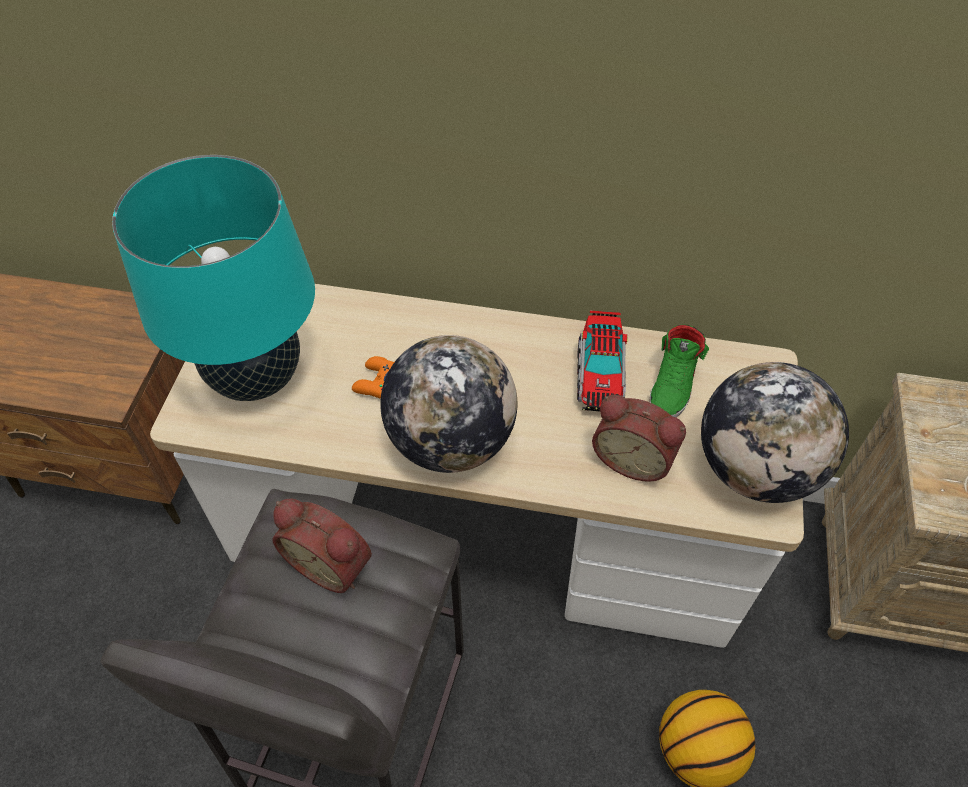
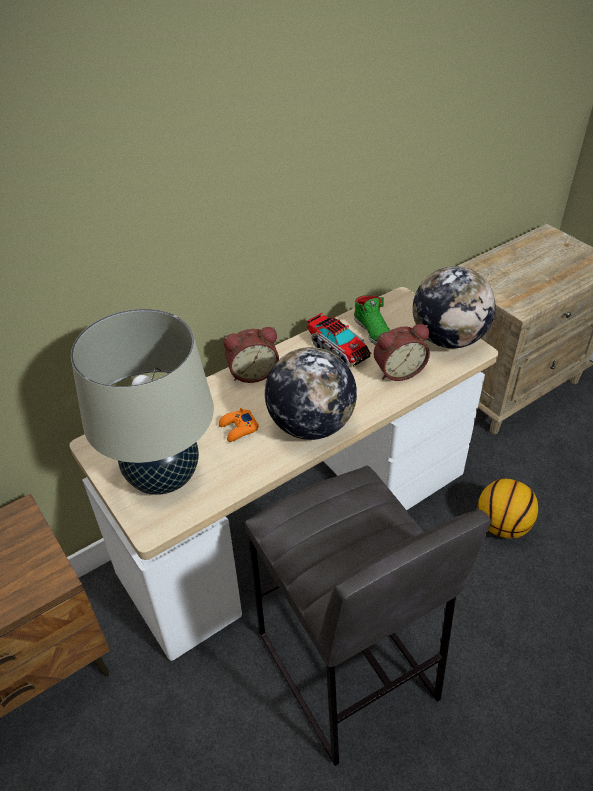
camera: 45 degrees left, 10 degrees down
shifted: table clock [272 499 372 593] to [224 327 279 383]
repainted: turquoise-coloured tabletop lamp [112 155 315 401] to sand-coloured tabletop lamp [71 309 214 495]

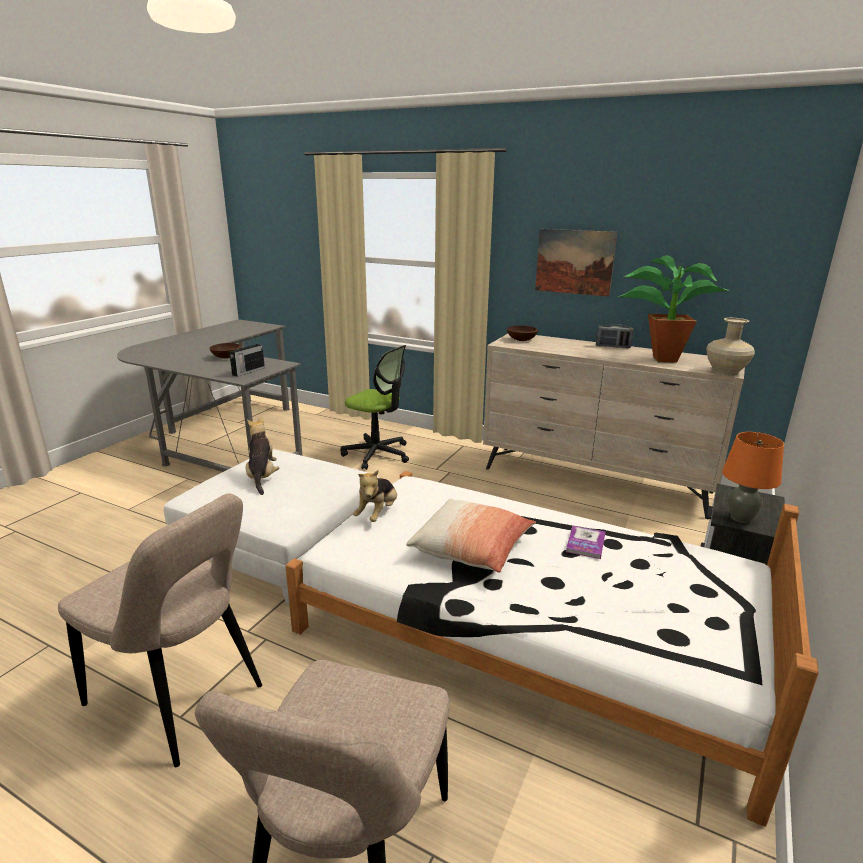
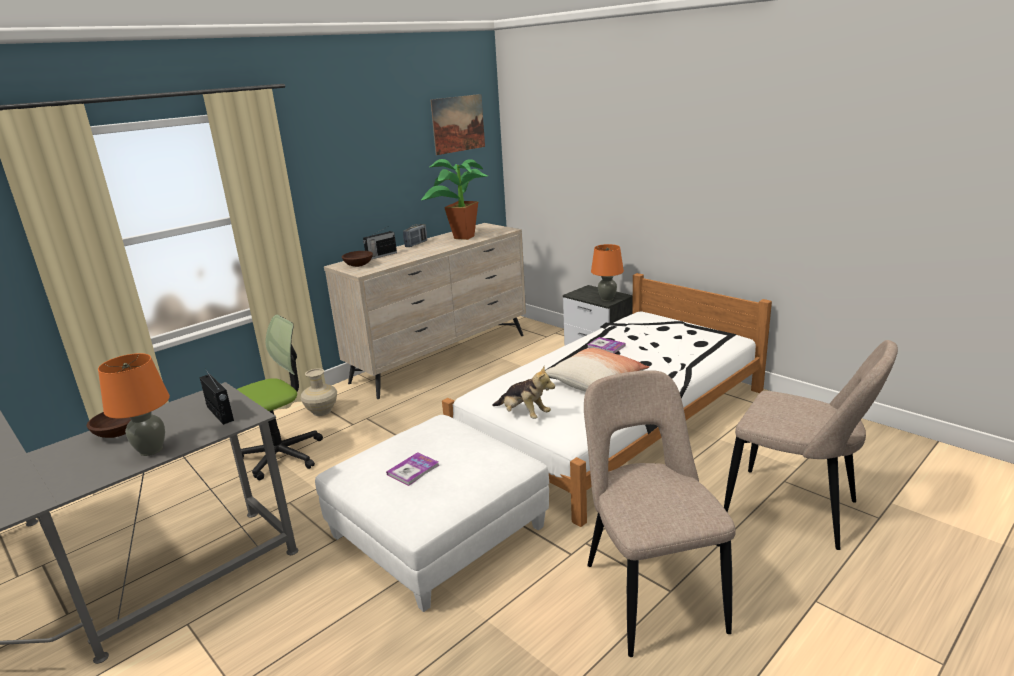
camera: 70 degrees left, 0 degrees up
new: orangey tabletop lamp [98 353 170 456]; radio receiver [363 227 397 260]
shifted: picture [535 229 617 297] to [430 94 485 155]; sand-coloured decorative vase [706 318 755 376] to [300 368 337 416]
swapped: soft toy [246 417 280 495] to bound book [386 452 439 486]
rotated: sand-coloured chair [58 493 262 767] = [584 370 736 657] 60 degrees counterclockwise

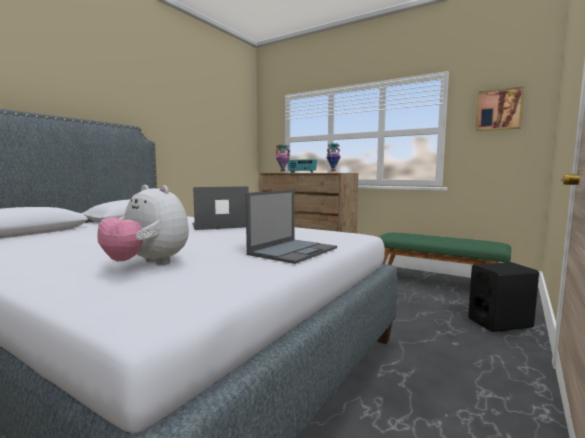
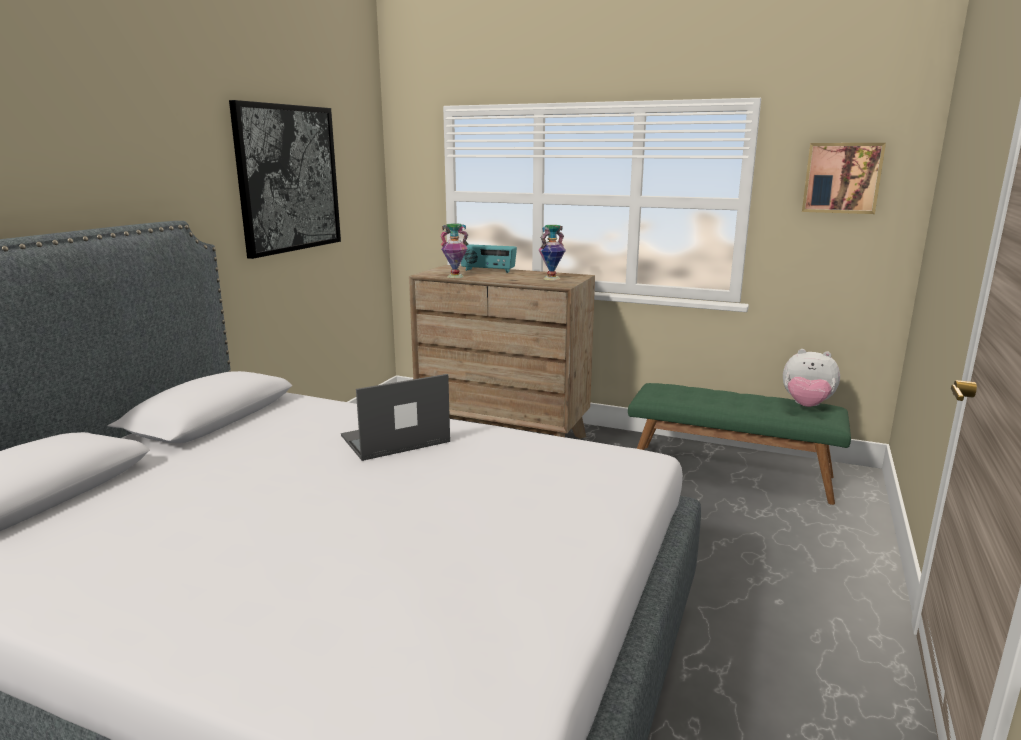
camera: 10 degrees left, 10 degrees up
gone: portable computer [246 190 337 264]; black-coloured loudspeaker [468 262 539 332]
new: picture [229 100 341 259]
shifted: soft toy [97 185 189 265] to [783 349 840 407]

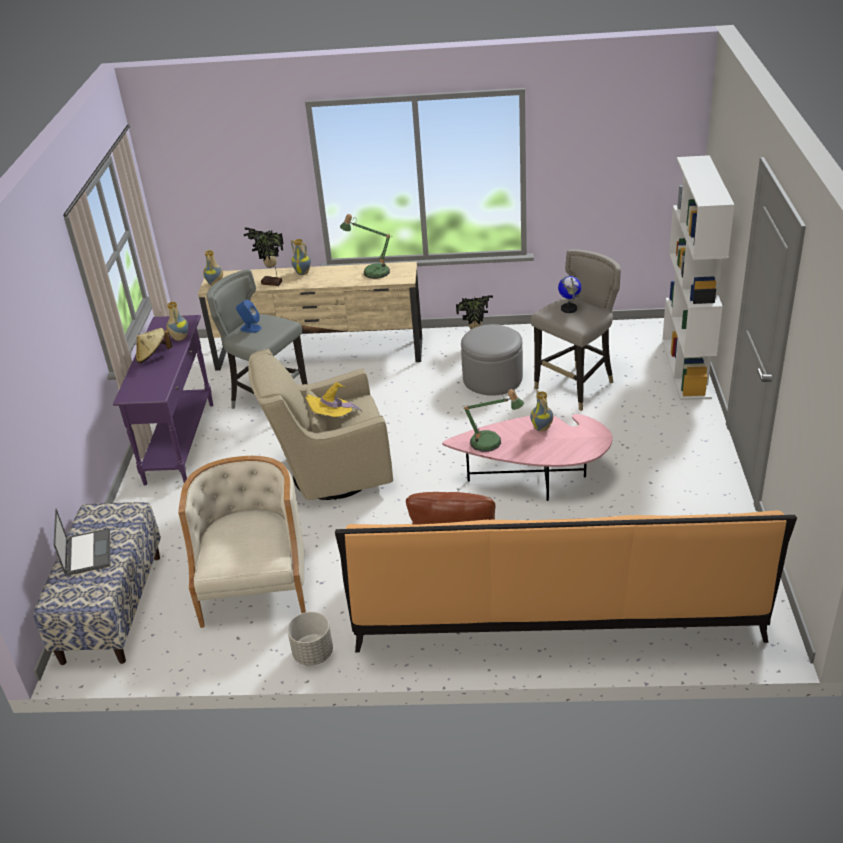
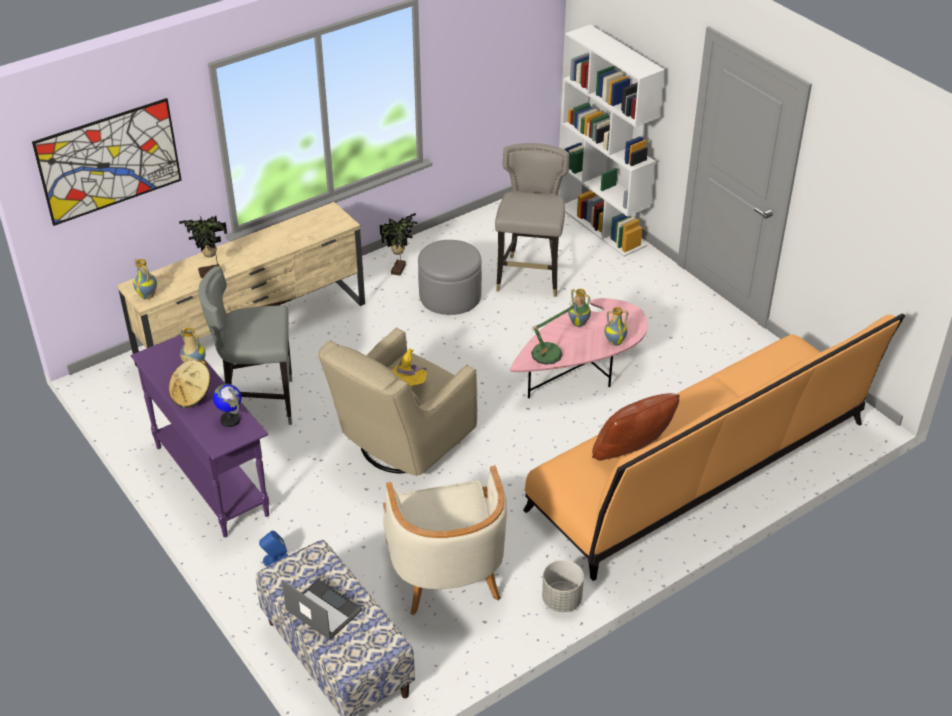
camera: 40 degrees left, 5 degrees up
gone: tabletop lamp [340 214 392 279]
new: picture [32 98 182 226]
shifted: blue-coloured loudspeaker [236 300 261 333] to [259 531 288 567]; decorative vase [291 239 311 275] to [604 307 628 346]; desk globe [558 276 581 313] to [213 384 241 427]
rotated: sand-coloured easy chair [178 456 306 628] = [383 465 507 616] 150 degrees counterclockwise

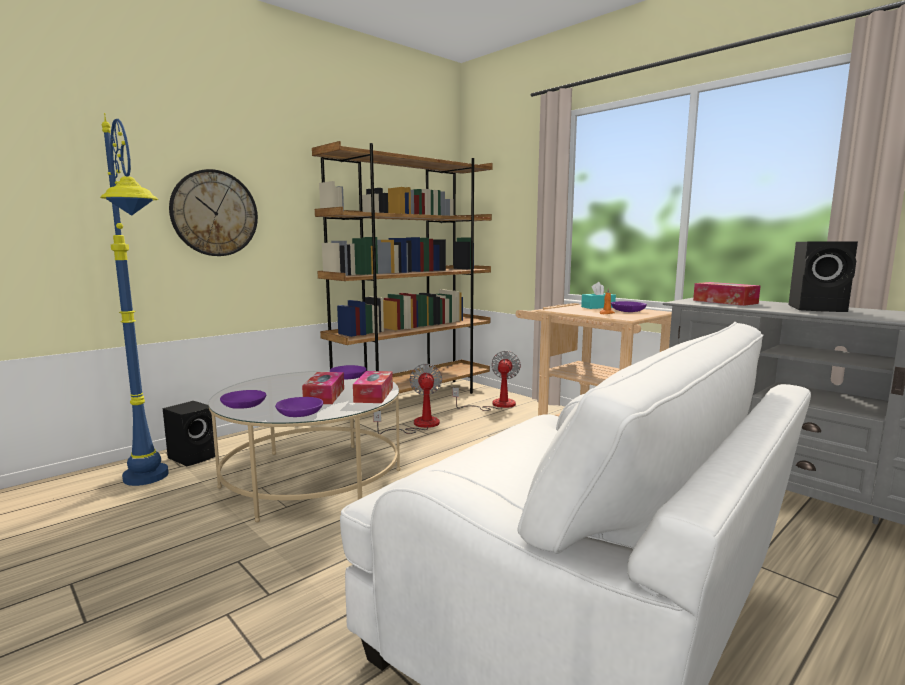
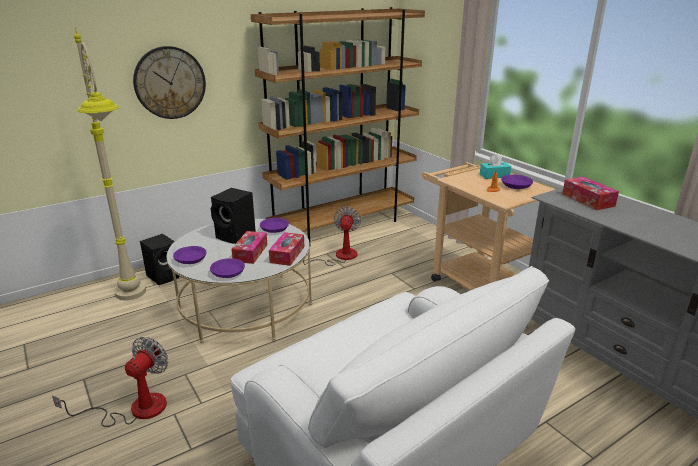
camera: 10 degrees right, 15 degrees up
shifted: fan [452 351 521 411] to [52 337 168 427]; black-coloured loudspeaker [788 241 858 312] to [211 188 256 244]
repainted: blue-coloured standard lamp [100 113 168 486] to sand-coloured standard lamp [74 27 146 301]

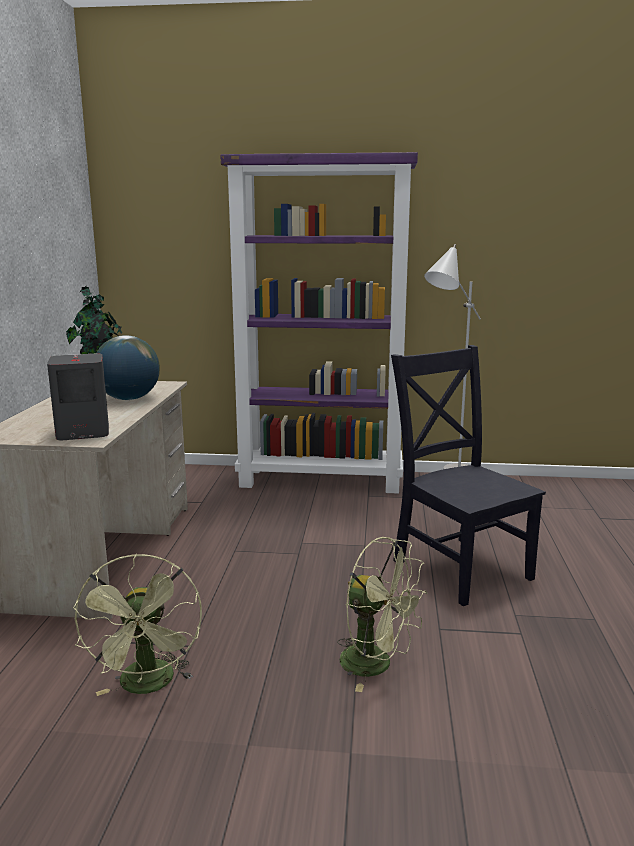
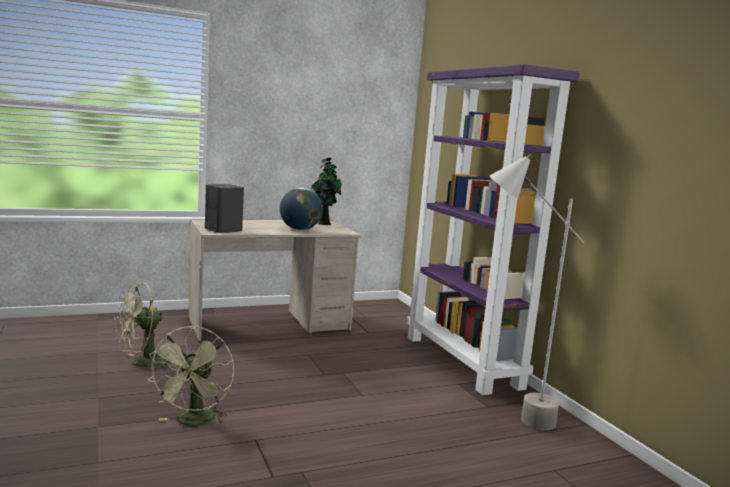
camera: 60 degrees right, 5 degrees down
gone: black-coloured chair [391 345 546 606]

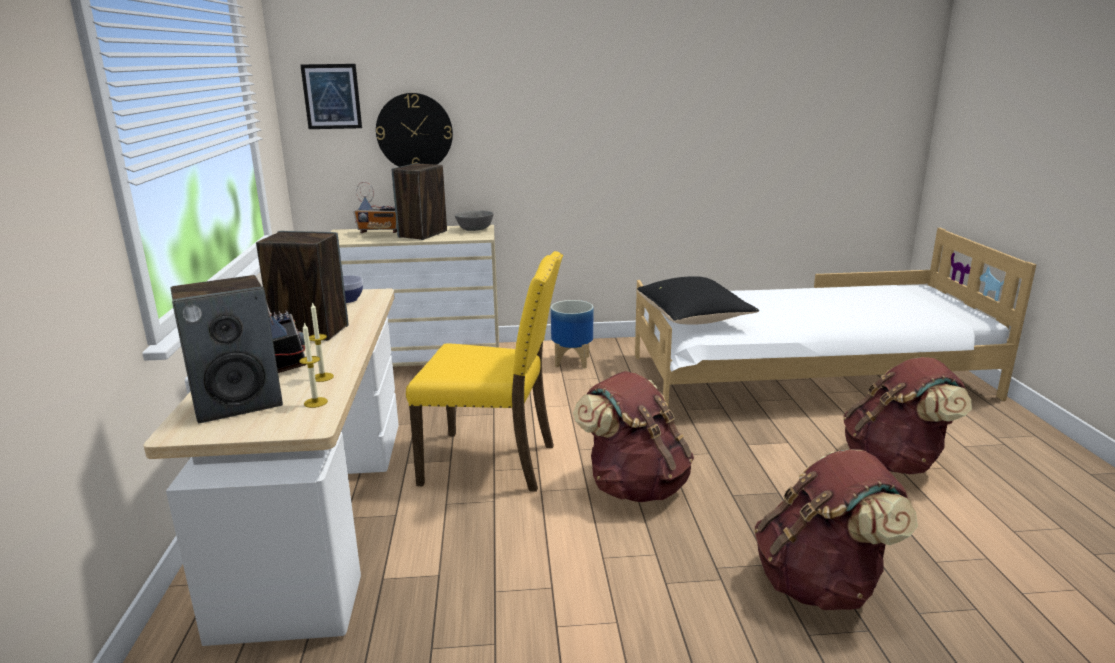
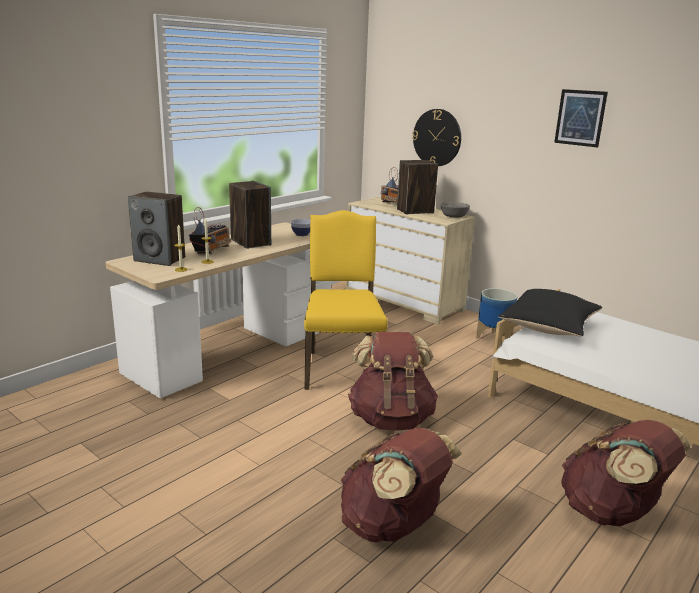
camera: 45 degrees right, 0 degrees up
shifted: picture [300 64 362 129] to [554 89 608 147]
rotated: yellow chair [406 251 563 492] = [304 210 388 390] 150 degrees counterclockwise

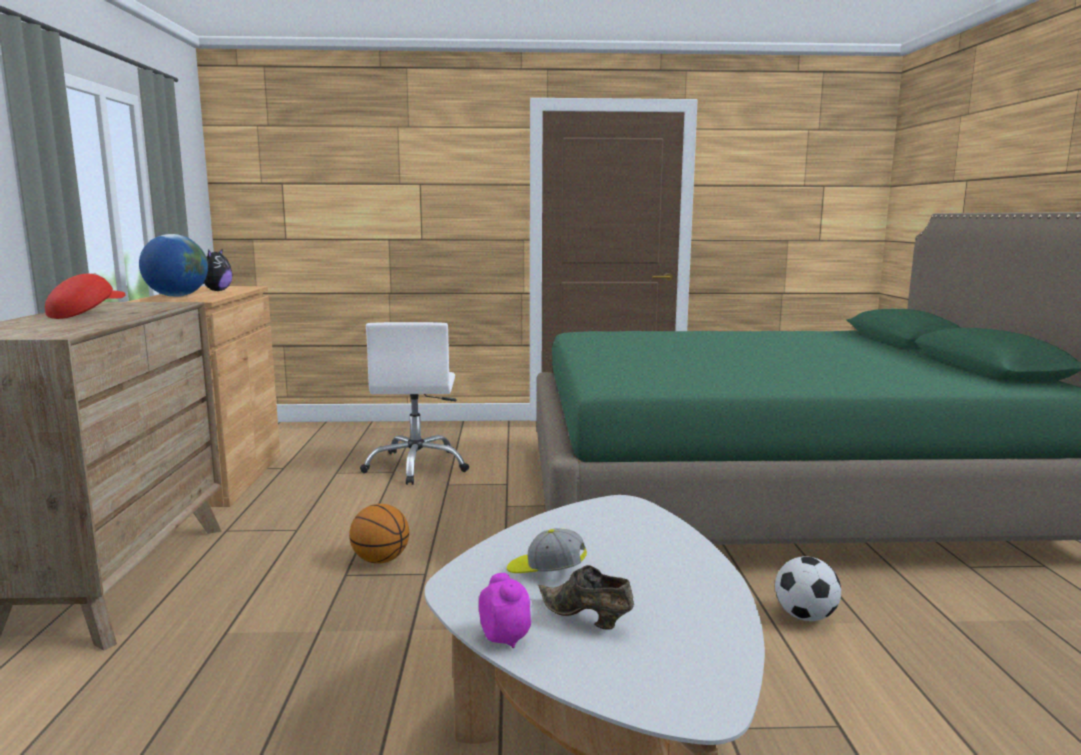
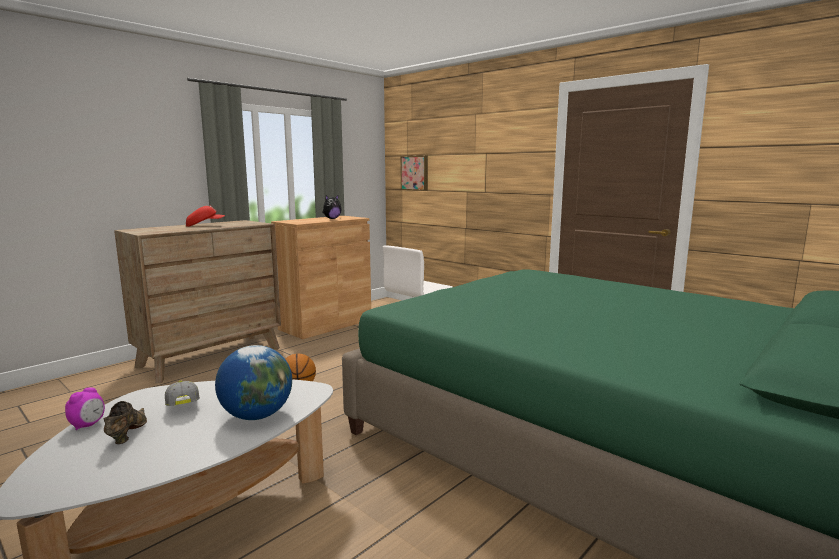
camera: 45 degrees right, 0 degrees up
gone: ball for football [775 556 841 621]
new: picture [400 156 428 191]
shifted: desk globe [139 234 208 297] to [215 345 292 420]

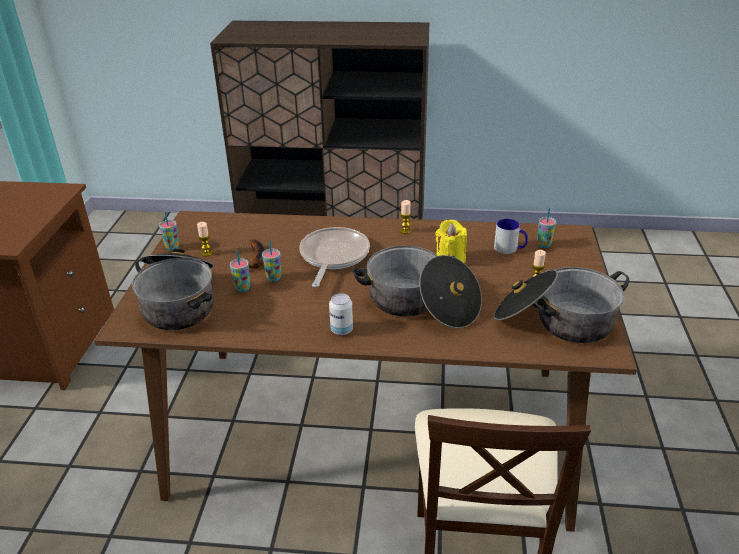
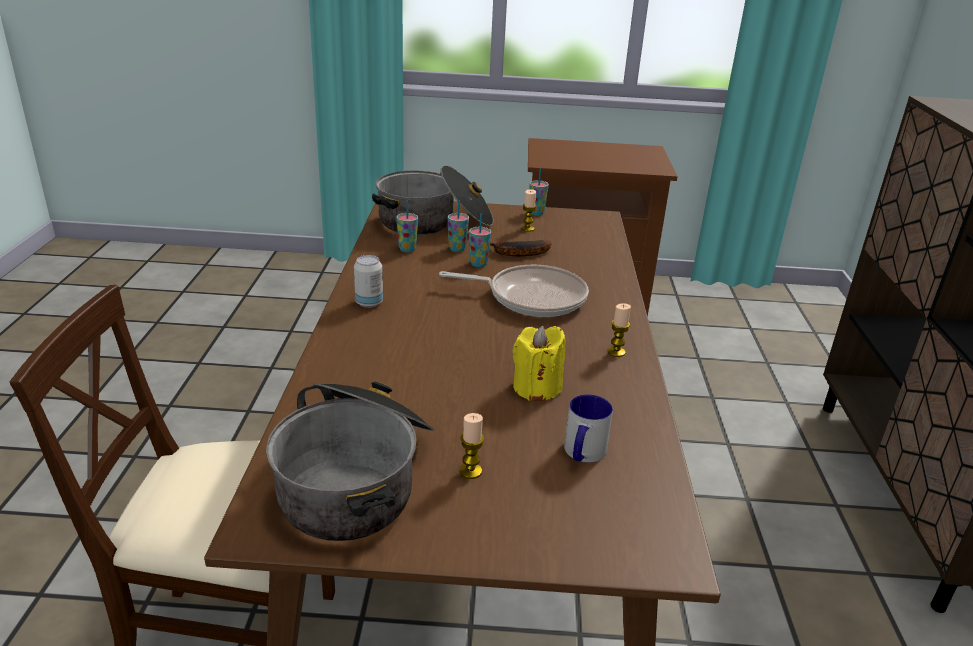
camera: 85 degrees right, 5 degrees down
gone: saucepot [352 246 482 328]
shifted: cup [537 208 556 248] to [396 200 418 252]

